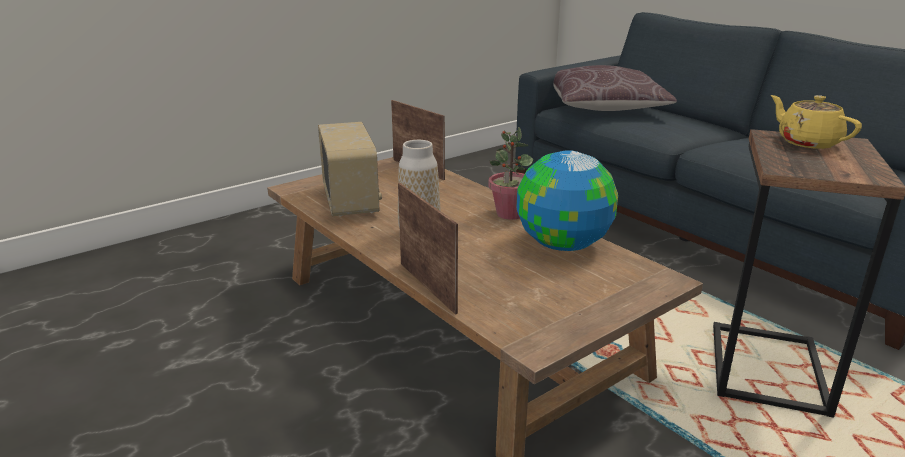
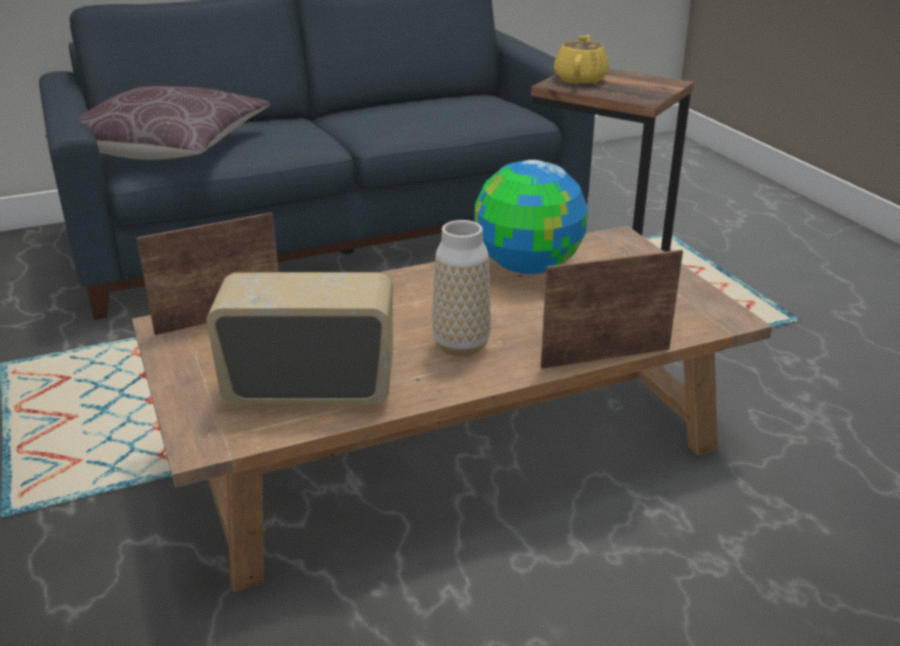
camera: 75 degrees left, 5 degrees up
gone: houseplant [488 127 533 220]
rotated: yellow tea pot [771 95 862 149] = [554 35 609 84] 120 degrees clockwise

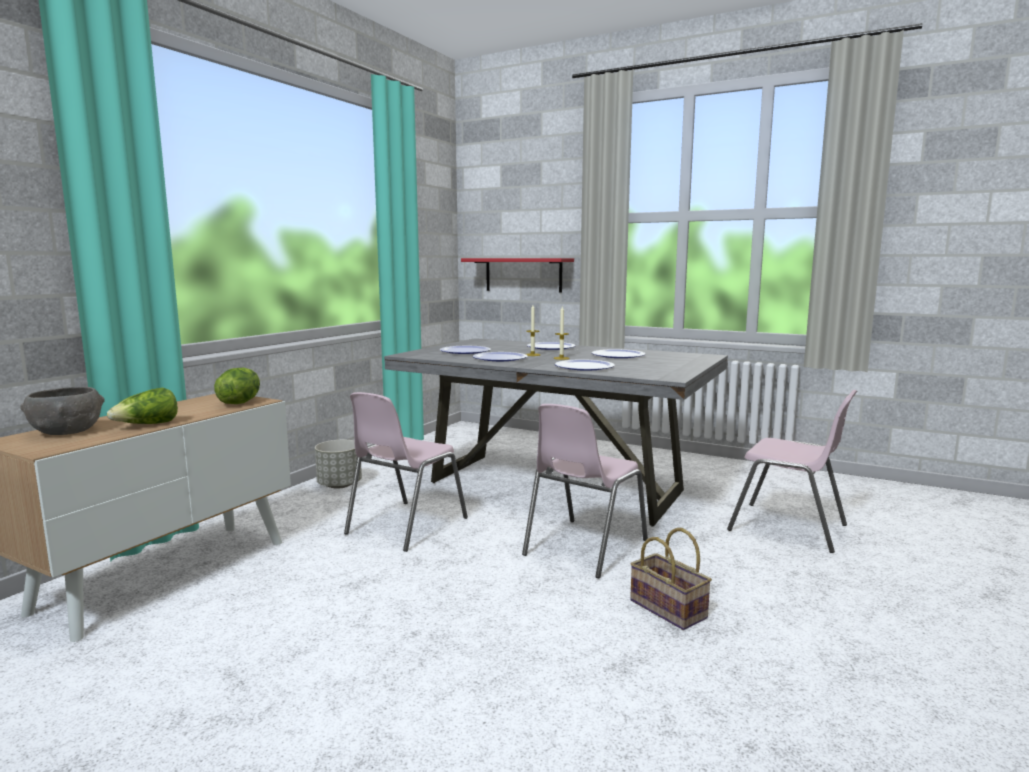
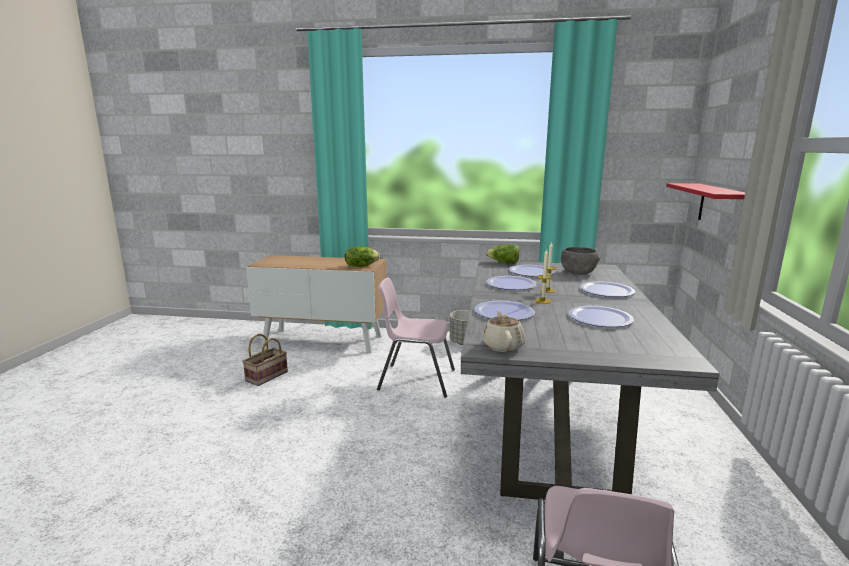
camera: 70 degrees right, 5 degrees up
gone: pink chair [522 404 648 578]
new: sand-coloured tea pot [482 309 525 352]
shifted: greyish deep dish [20 387 105 435] to [561 247 600 274]; lettuce head [107 388 178 424] to [486 244 519 264]; storage basket [630 528 712 630] to [242 334 288 386]

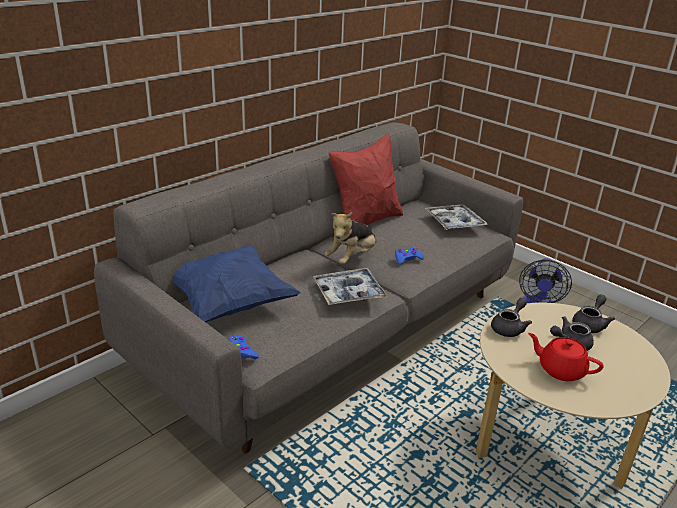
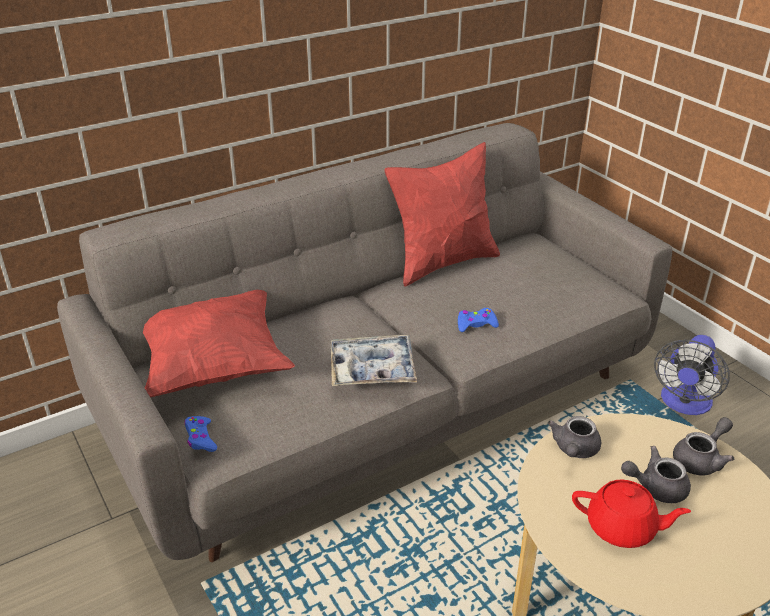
camera: 15 degrees right, 5 degrees up
gone: soft toy [325 212 377 264]; carrying tray [425 204 488 230]
repainted: blue-coloured throw pillow [172 245 301 322] to reddish throw pillow [142 290 295 398]
rotated: greyish tea pot [491 298 532 337] = [547 416 601 458] 150 degrees clockwise; reddish tea pot [528 333 604 381] = [572 479 691 548] 150 degrees clockwise

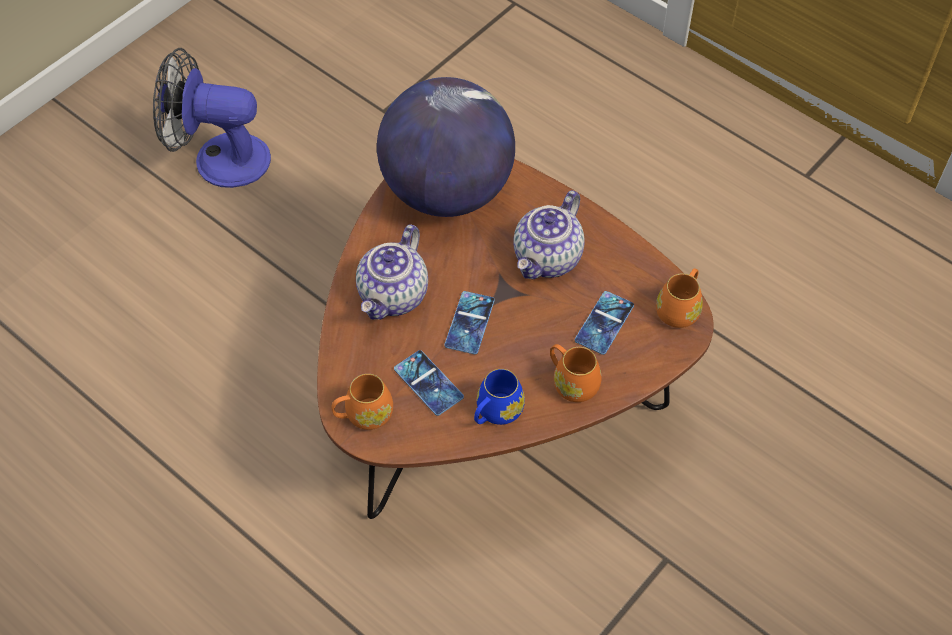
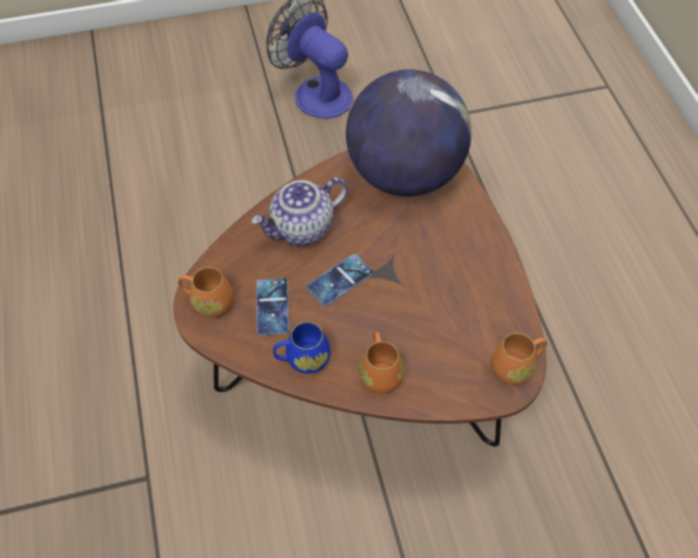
camera: 35 degrees right, 0 degrees up
gone: tea pot [513 190 584 279]; telephone [575 291 634 355]

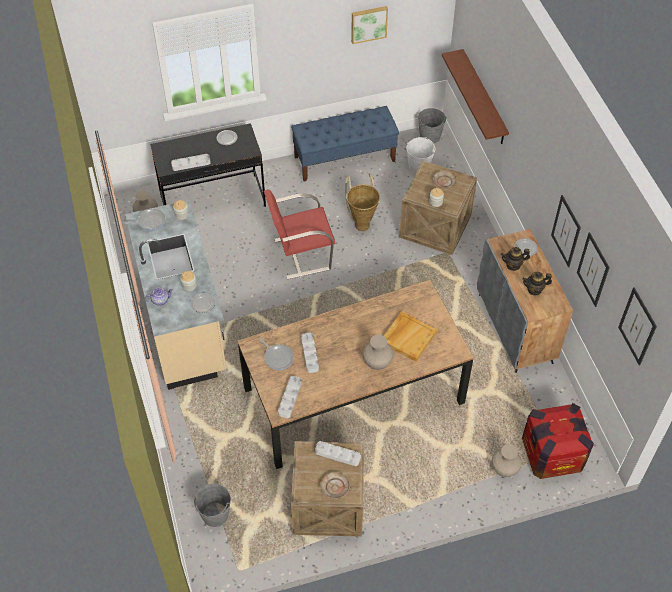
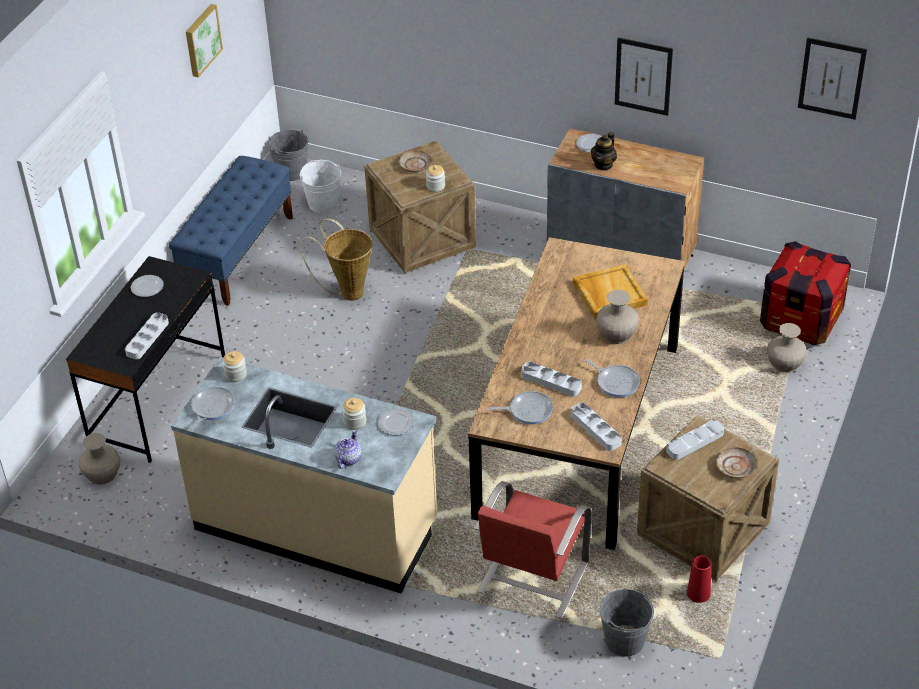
camera: 50 degrees left, 10 degrees down
gone: brown-coloured wall shelf [442 49 509 144]; tea pot [522 272 552 296]; picture [577 232 610 307]
new: frying pan [584 359 640 397]; reddish decorative vase [687 556 711 603]
shifted: reddish chair [264 189 335 279] to [474 481 592 619]

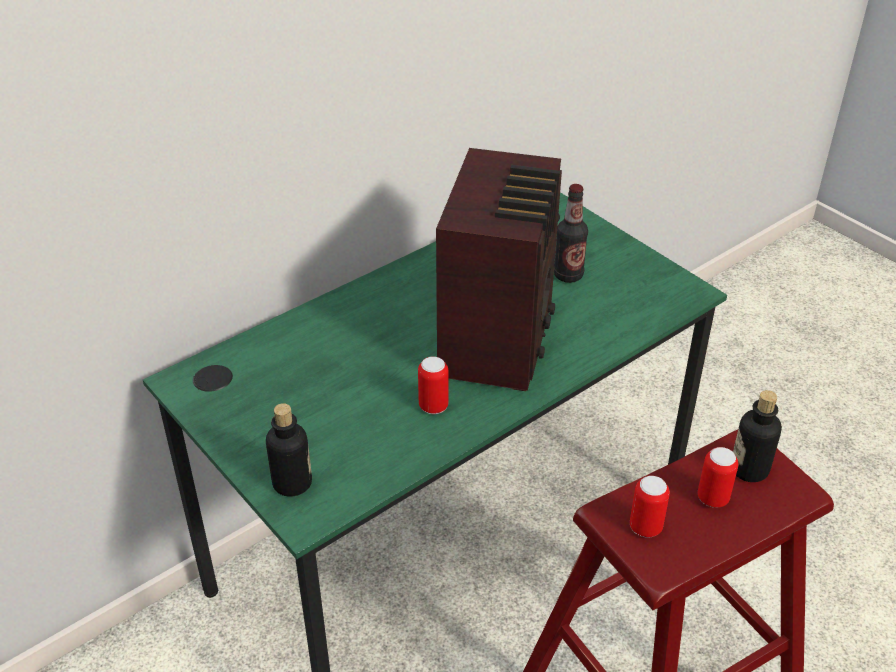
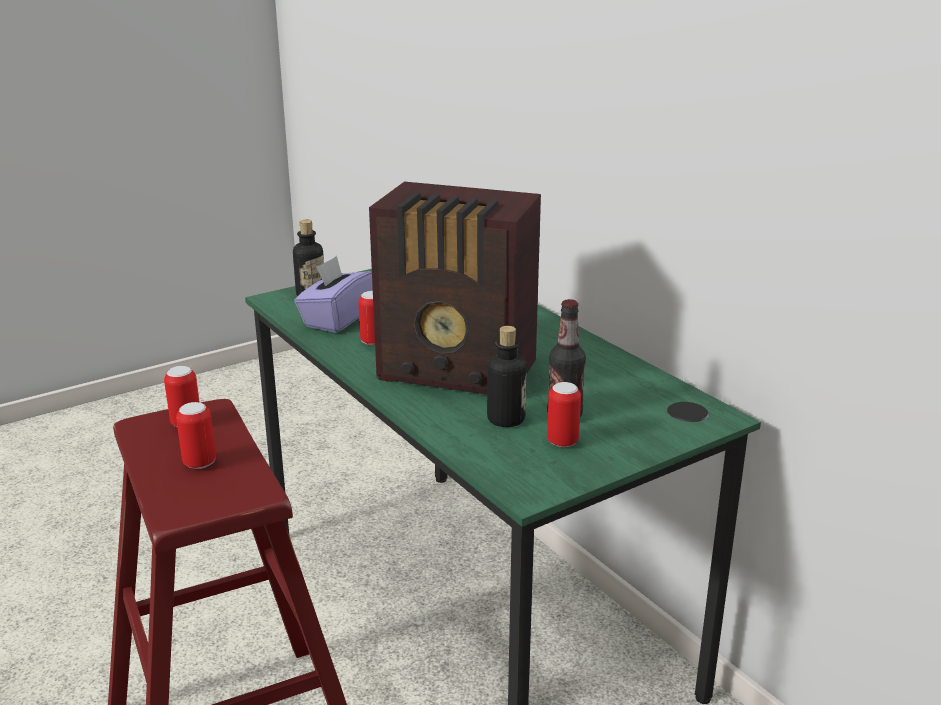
camera: 95 degrees right, 15 degrees down
new: purple tissue holder [294 256 373 333]; sealed can [547 382 581 447]
shifted: drink bottle [733 390 782 482] to [487 326 527 427]

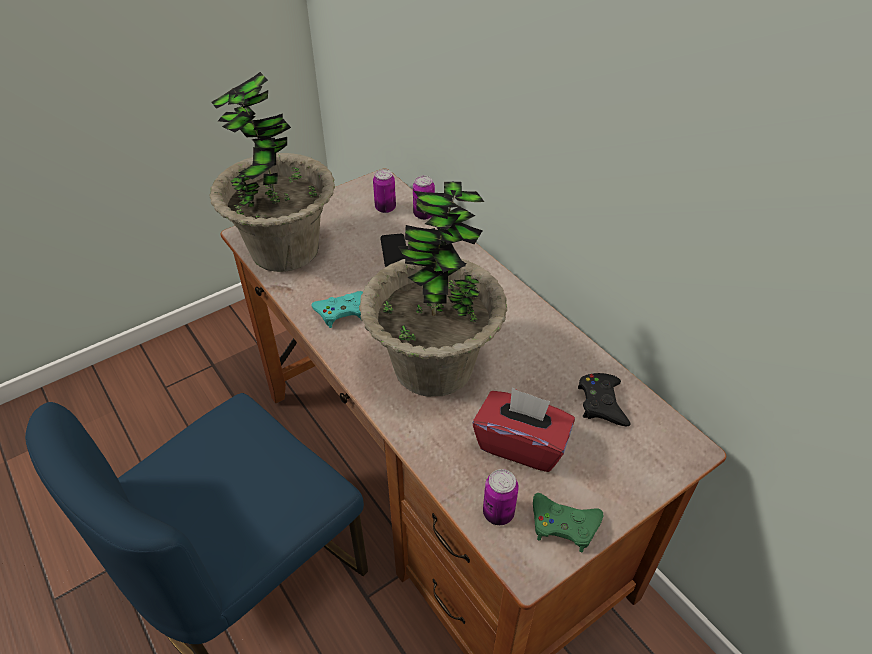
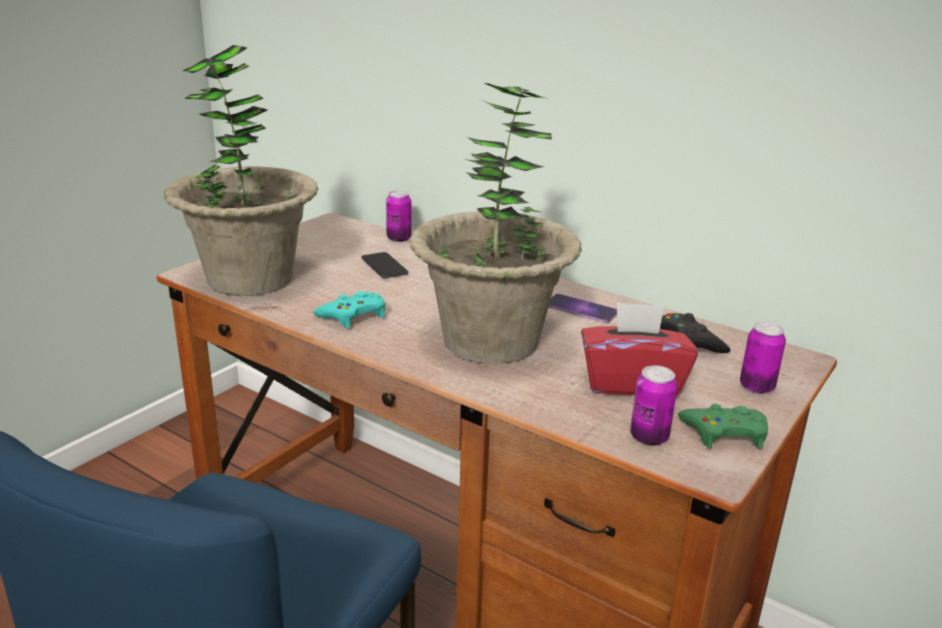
camera: 20 degrees left, 20 degrees down
new: telephone [548 294 617 323]
shifted: sealed can [373 169 396 213] to [740 322 786 394]

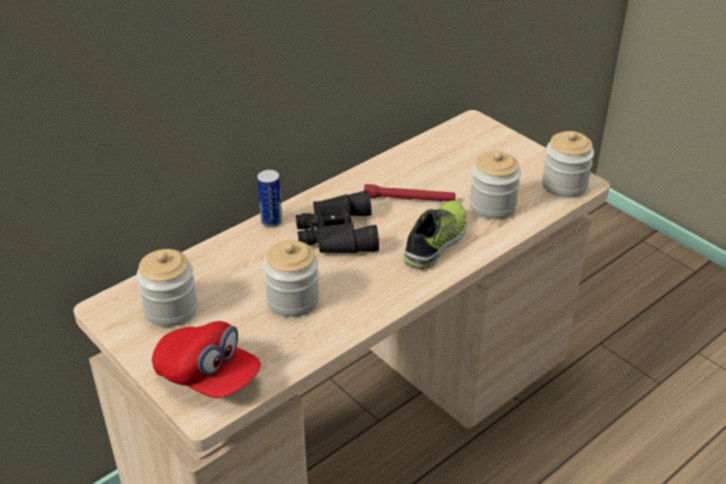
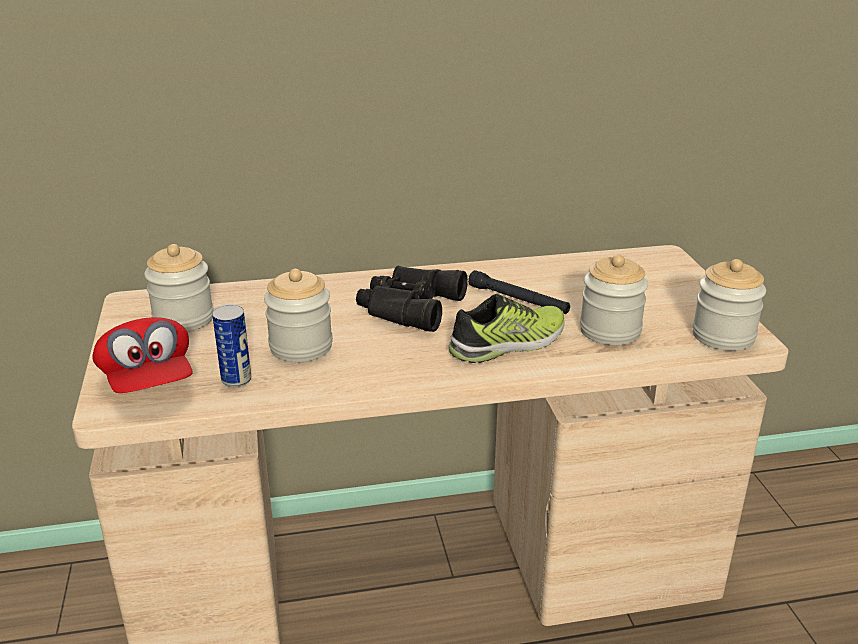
camera: 30 degrees right, 10 degrees down
shifted: sealed can [257 169 282 227] to [212 304 251 387]
repainted: reddish flashlight [364 184 456 201] to black-coloured flashlight [468 270 570 314]

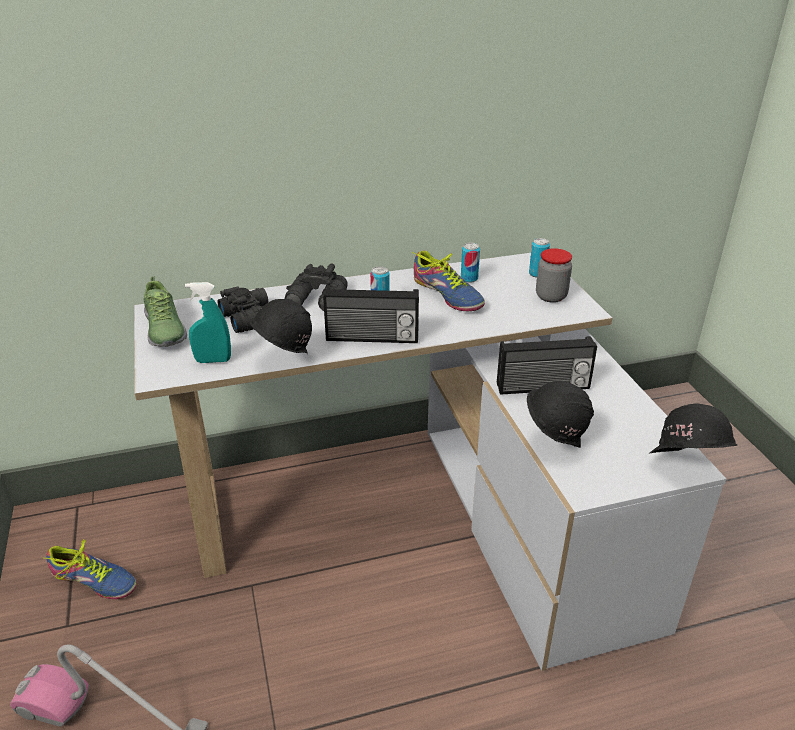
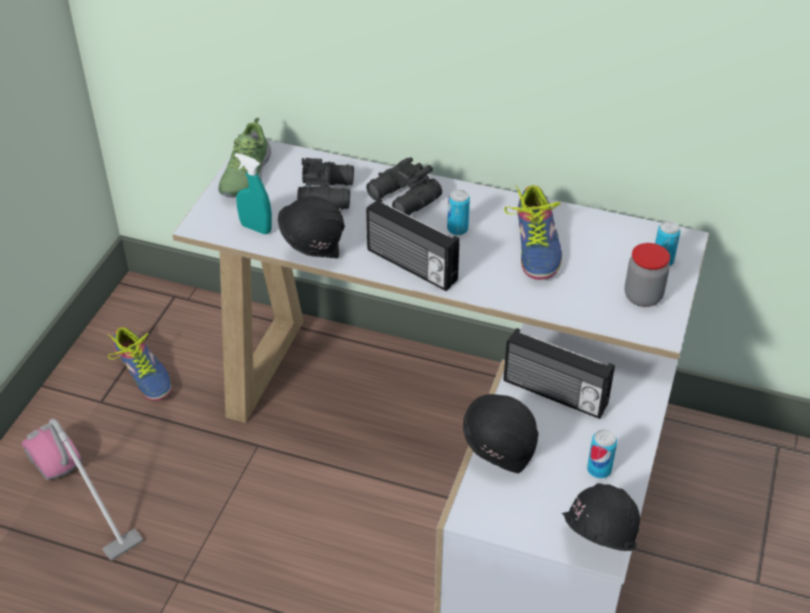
camera: 35 degrees right, 10 degrees up
shifted: sealed can [461 243 480 283] to [587 429 617 478]

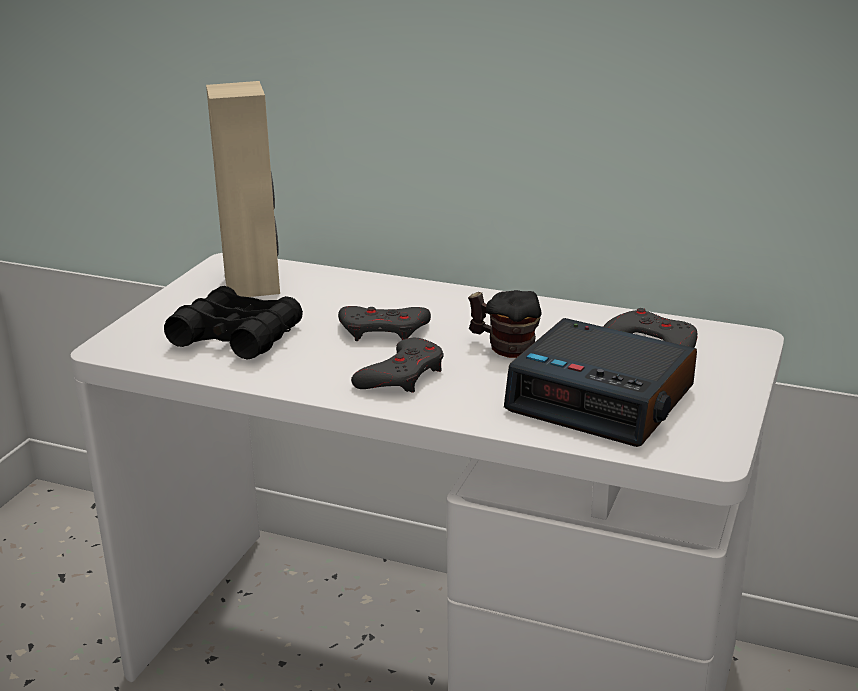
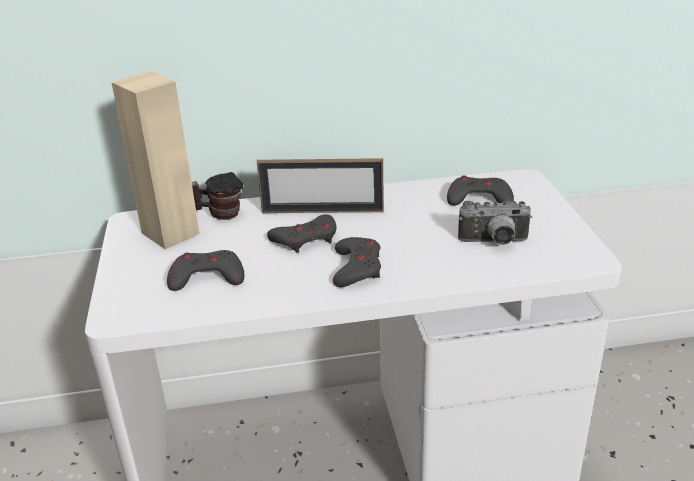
camera: 30 degrees left, 5 degrees up
new: photo frame [257 158 384 213]
shifted: coffee mug [468 290 542 358] to [192 172 243 220]
swapped: black-coloured field glasses [164 286 303 360] to greyish joypad [167 250 244 291]; table clock [504 318 697 447] to photo camera [458 201 532 245]

